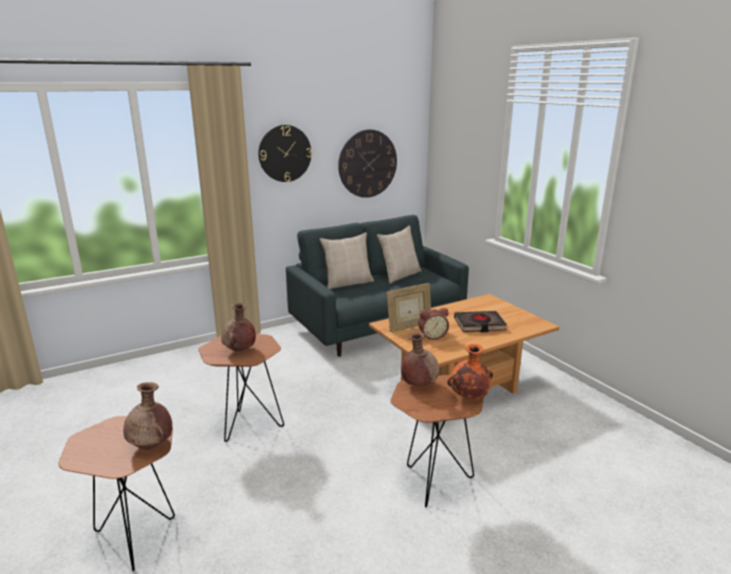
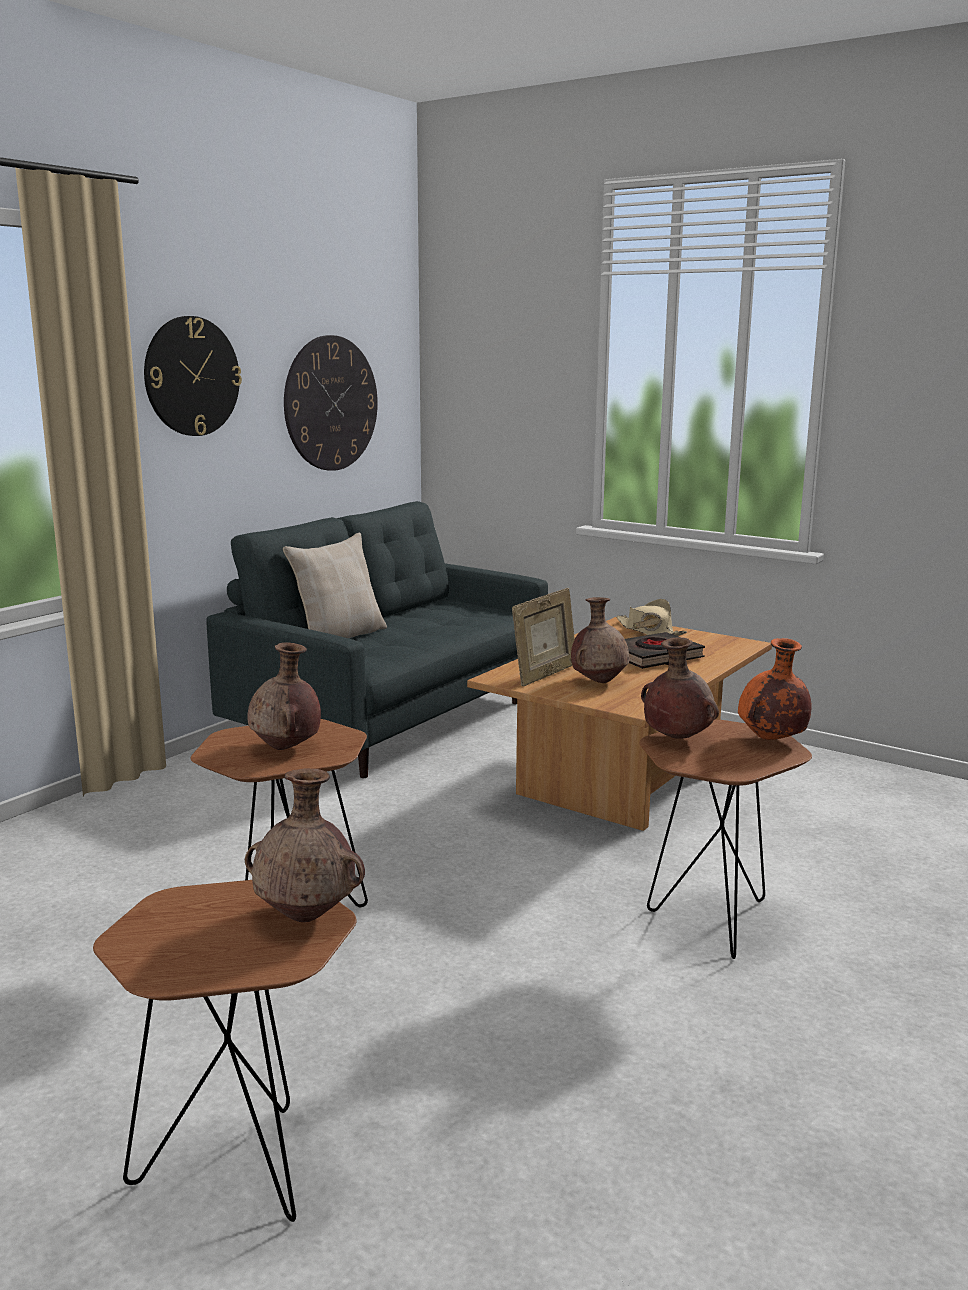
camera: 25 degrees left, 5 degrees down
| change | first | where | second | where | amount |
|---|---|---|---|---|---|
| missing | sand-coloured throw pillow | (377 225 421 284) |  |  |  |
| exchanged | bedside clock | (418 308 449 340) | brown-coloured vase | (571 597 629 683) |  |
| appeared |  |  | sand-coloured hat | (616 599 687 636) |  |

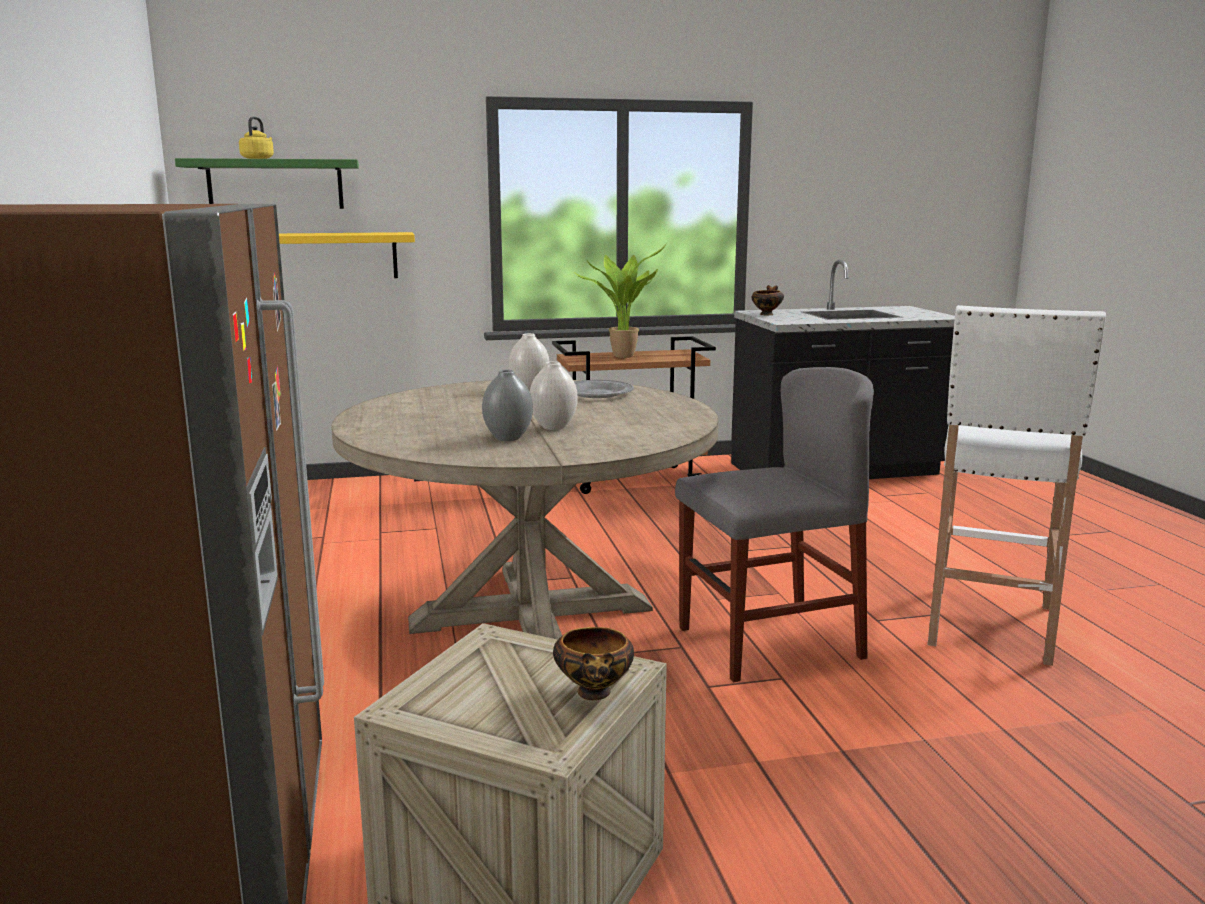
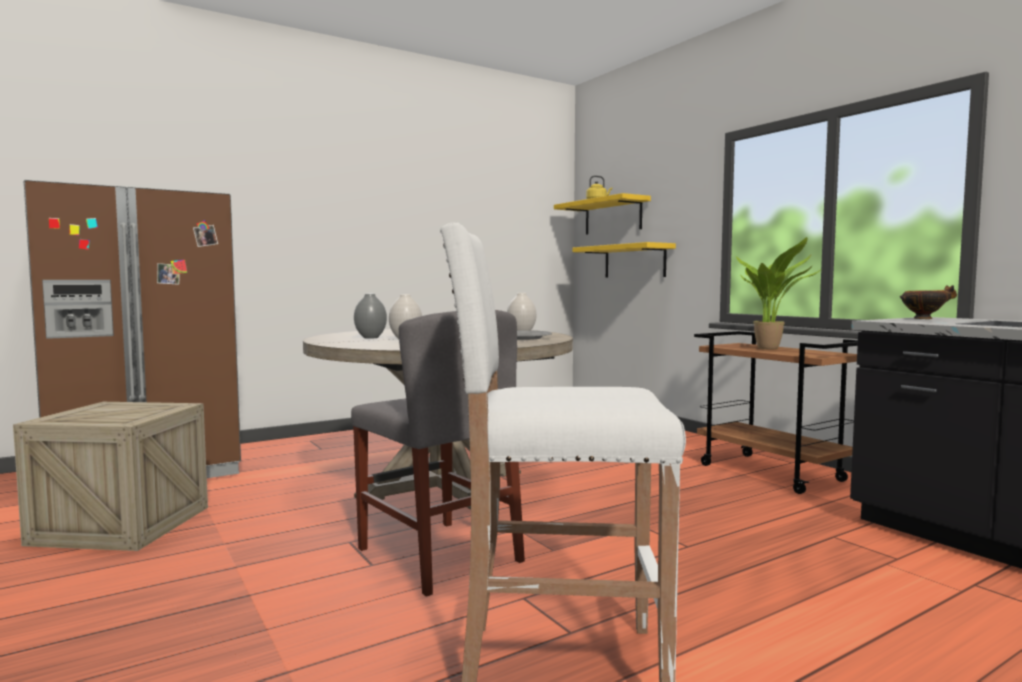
camera: 70 degrees right, 10 degrees down
| change | first | where | second | where | amount |
|---|---|---|---|---|---|
| colour | green-coloured shelf | (175 158 359 209) | yellow-coloured shelf | (554 193 651 235) |  |
| missing | serving bowl | (553 627 634 700) |  |  |  |

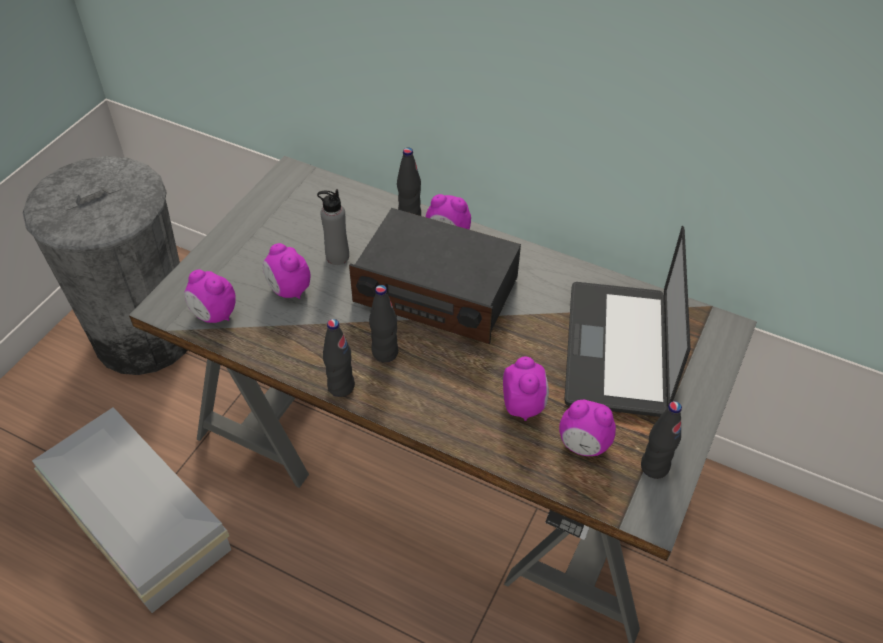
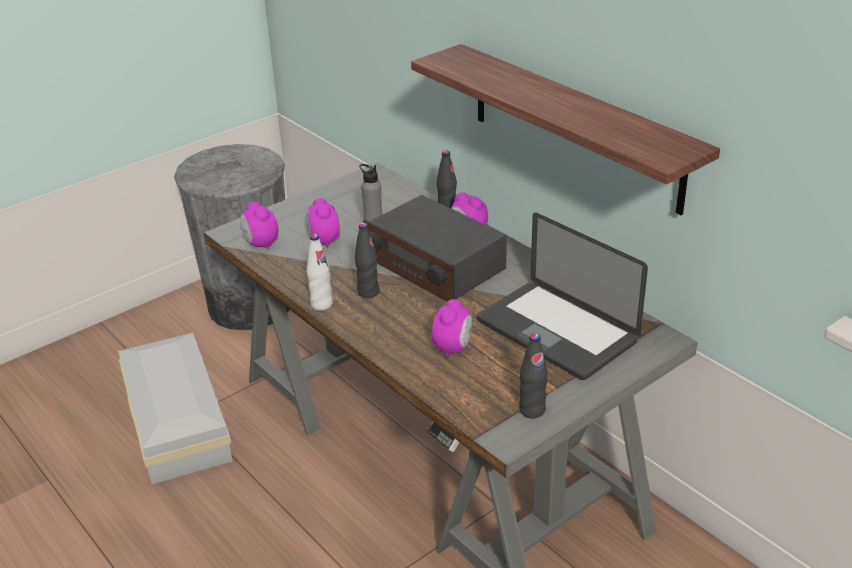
camera: 25 degrees right, 15 degrees down
| change | first | where | second | where | amount |
|---|---|---|---|---|---|
| colour | blackish beverage bottle | (323 319 355 397) | whitish beverage bottle | (307 234 333 310) |  |
| missing | bedside clock | (559 400 616 456) |  |  |  |
| spun | laptop | (564 226 691 417) |  | (477 213 648 380) | 75 degrees counterclockwise |
| appeared |  |  | shelf | (411 44 720 215) |  |

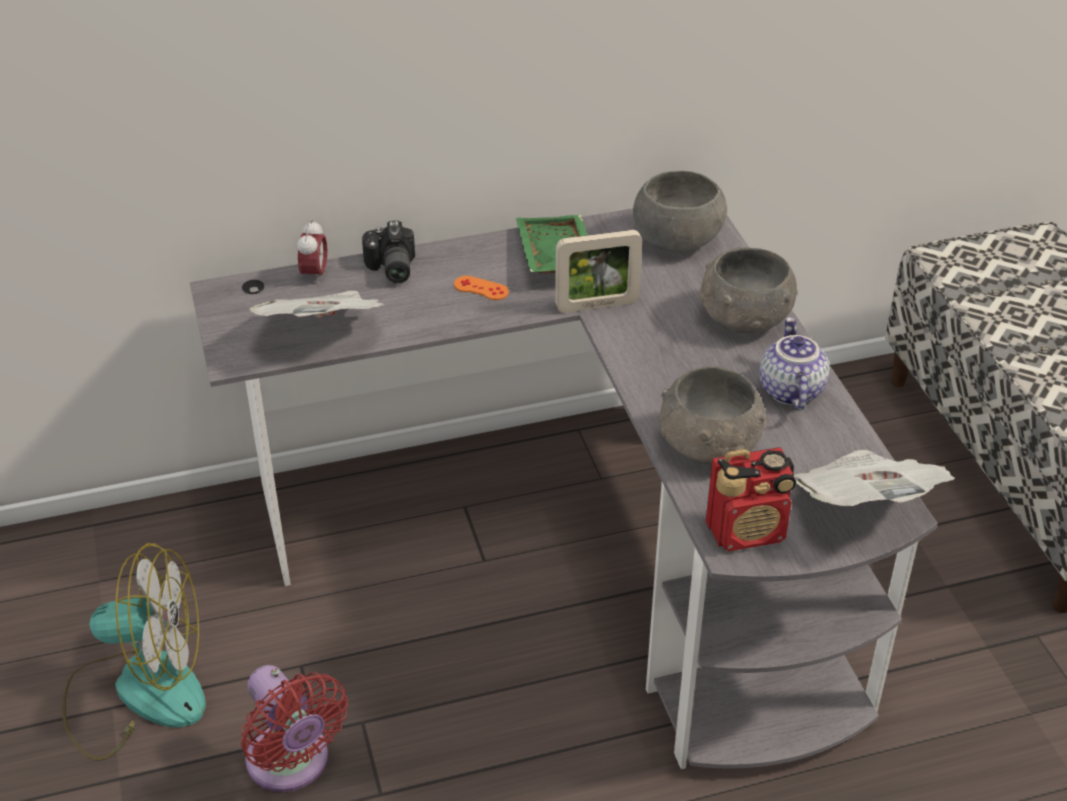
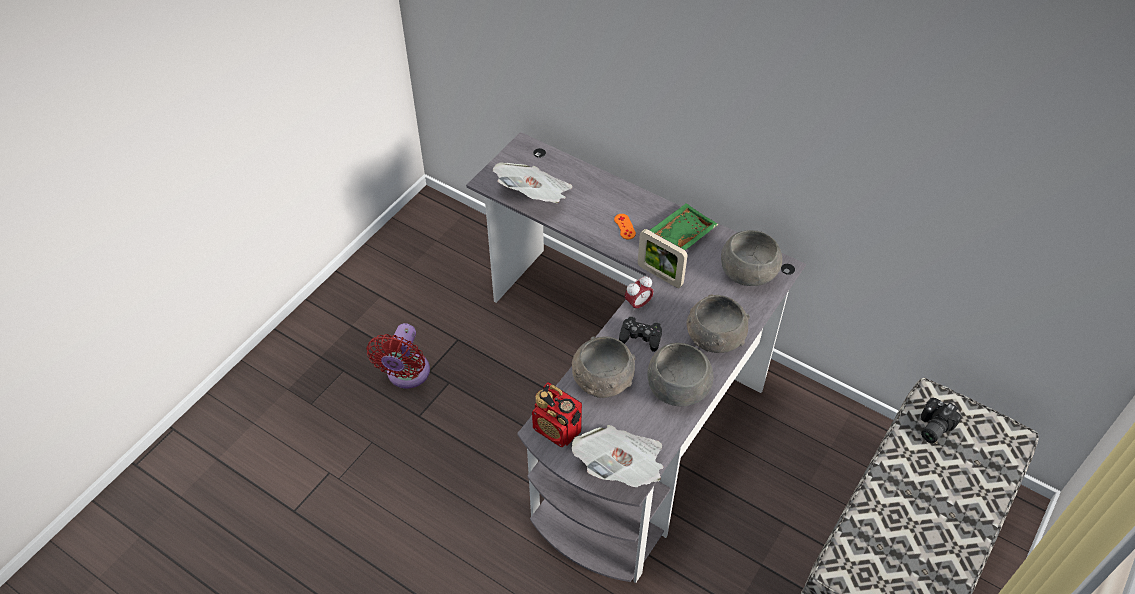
camera: 50 degrees right, 10 degrees up
| change | first | where | second | where | amount |
|---|---|---|---|---|---|
| missing | fan | (62 543 206 761) |  |  |  |
| relocated | bedside clock | (297 219 327 284) |  | (625 276 654 312) |  |
| relocated | photo camera | (362 221 415 284) |  | (921 398 962 443) |  |
| exchanged | pot for tea | (759 317 829 410) | greyish serving bowl | (647 343 714 406) |  |
| appeared |  |  | blackish joypad | (619 316 662 352) |  |

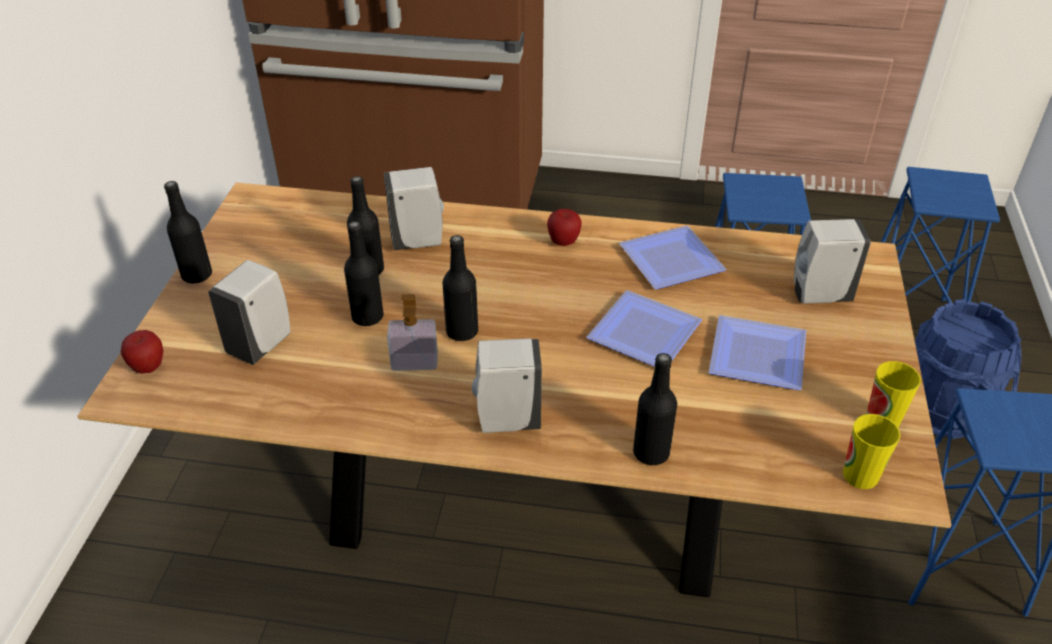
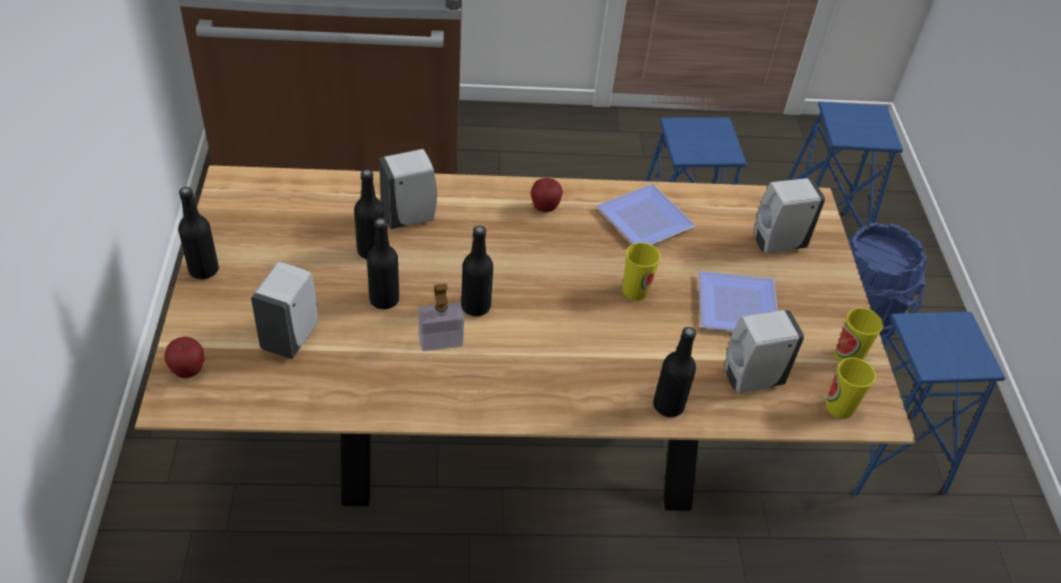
camera: 15 degrees left, 5 degrees up
| change | first | where | second | where | amount |
|---|---|---|---|---|---|
| relocated | whitish soap dispenser | (471 338 542 433) |  | (725 310 804 393) |  |
| exchanged | dinner plate | (587 290 702 367) | cup | (622 243 661 301) |  |

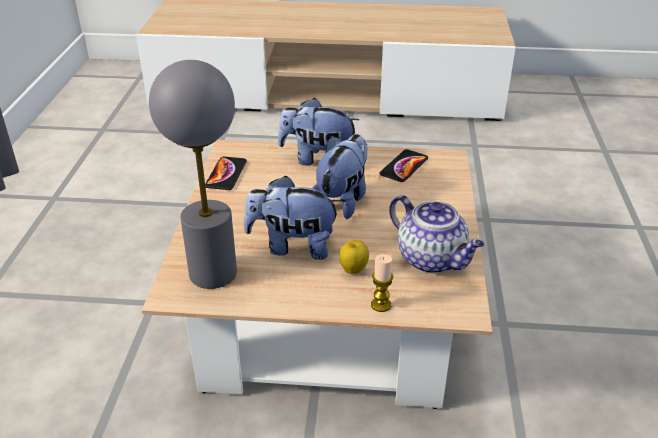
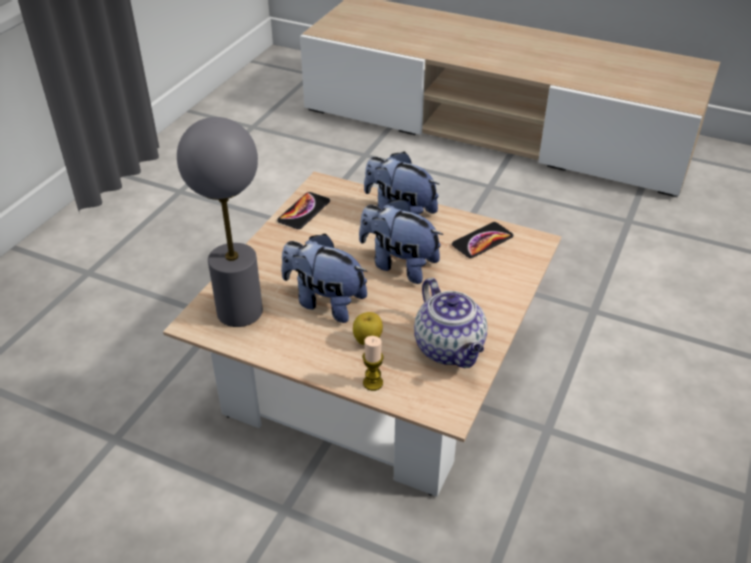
camera: 20 degrees right, 5 degrees up
| change | first | where | second | where | amount |
|---|---|---|---|---|---|
| spun | cuddly toy | (312 134 367 219) |  | (359 199 443 284) | 105 degrees counterclockwise |

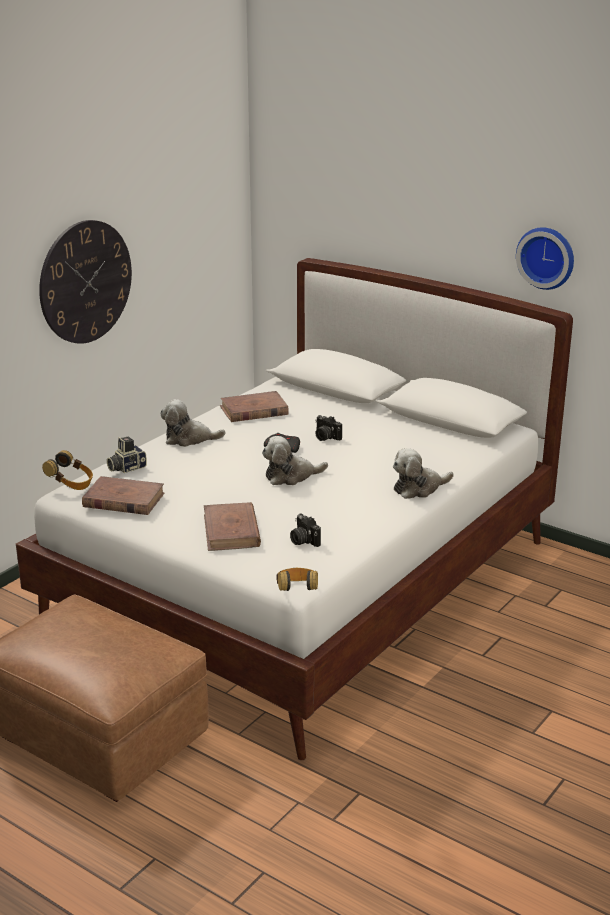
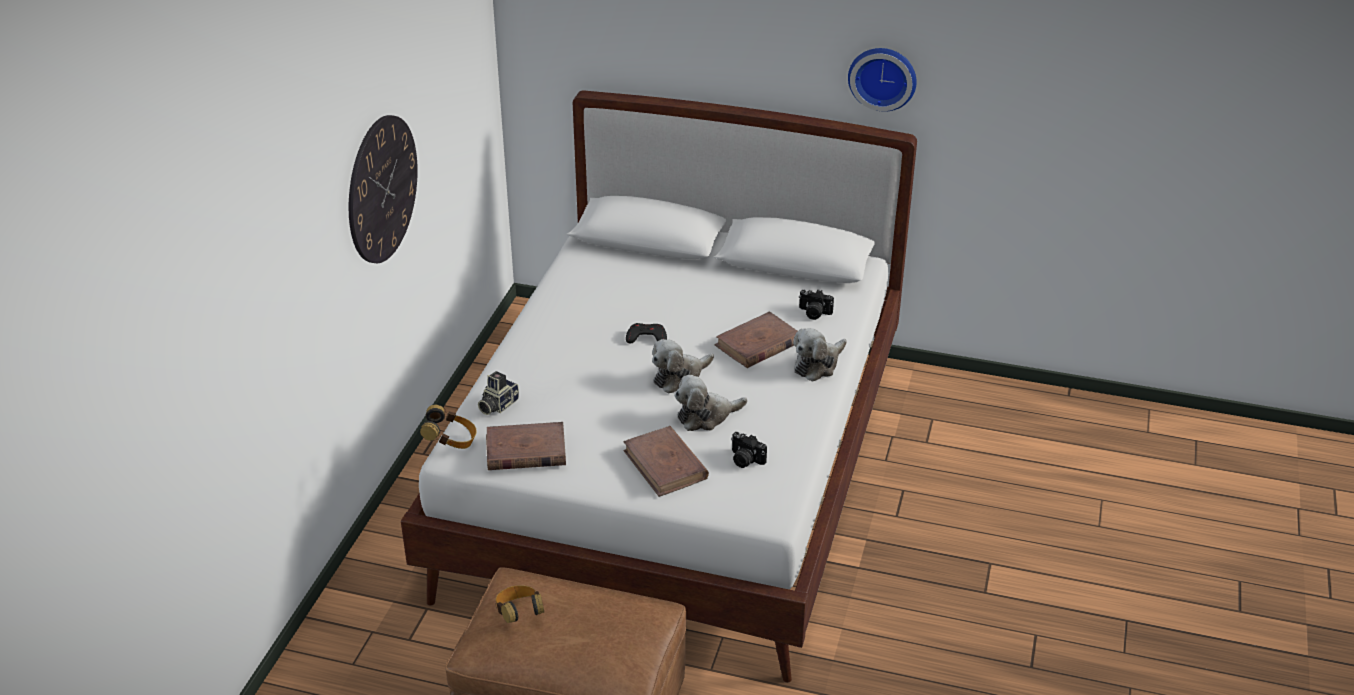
camera: 20 degrees left, 10 degrees up
| change | first | where | second | where | amount |
|---|---|---|---|---|---|
| relocated | cuddly toy | (161 399 226 447) |  | (675 375 747 431) |  |
| relocated | brown-coloured volume | (220 391 289 422) |  | (714 311 797 368) |  |
| relocated | headphones | (276 568 318 591) |  | (495 585 544 623) |  |
| relocated | photo camera | (315 415 342 441) |  | (799 290 834 320) |  |

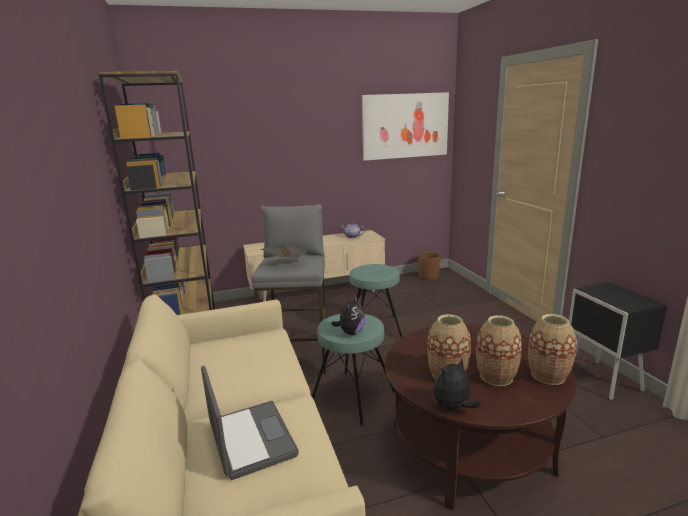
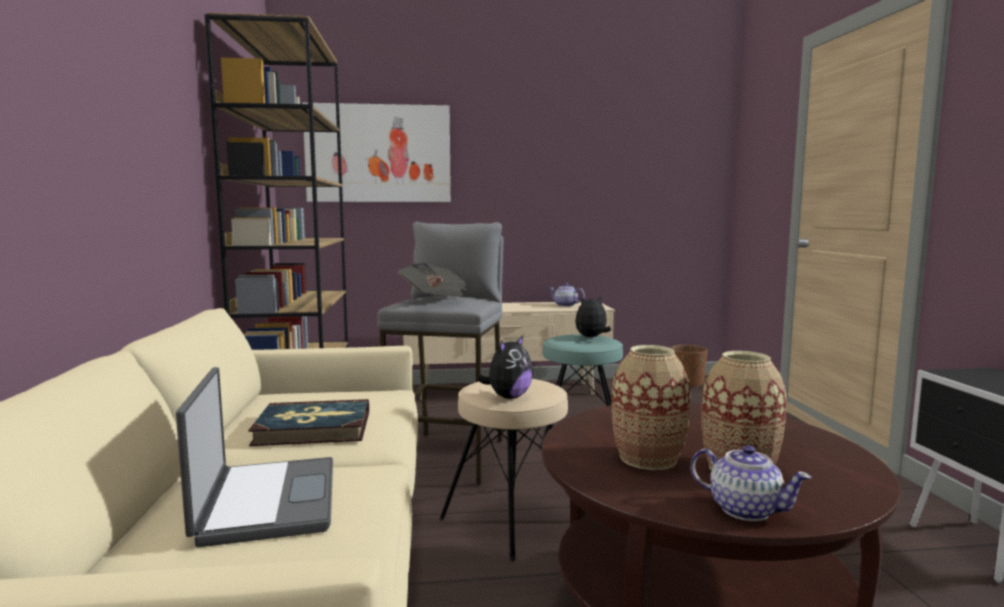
camera: 10 degrees right, 10 degrees down
| change | first | where | second | where | amount |
|---|---|---|---|---|---|
| colour | turquoise-coloured stool seat | (312 314 395 426) | sand-coloured stool seat | (439 379 568 561) |  |
| relocated | picture | (362 92 449 161) |  | (302 103 451 202) |  |
| relocated | cuddly toy | (433 358 480 410) |  | (575 296 611 337) |  |
| missing | vase | (528 314 577 385) |  |  |  |
| appeared |  |  | volume | (248 399 369 446) |  |
| appeared |  |  | pot for tea | (691 445 812 521) |  |

